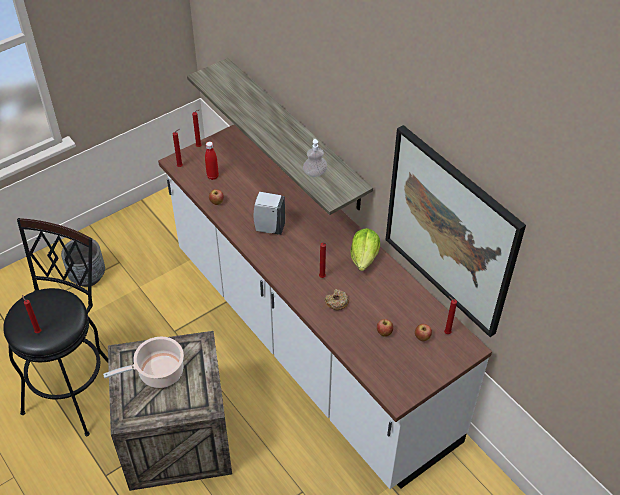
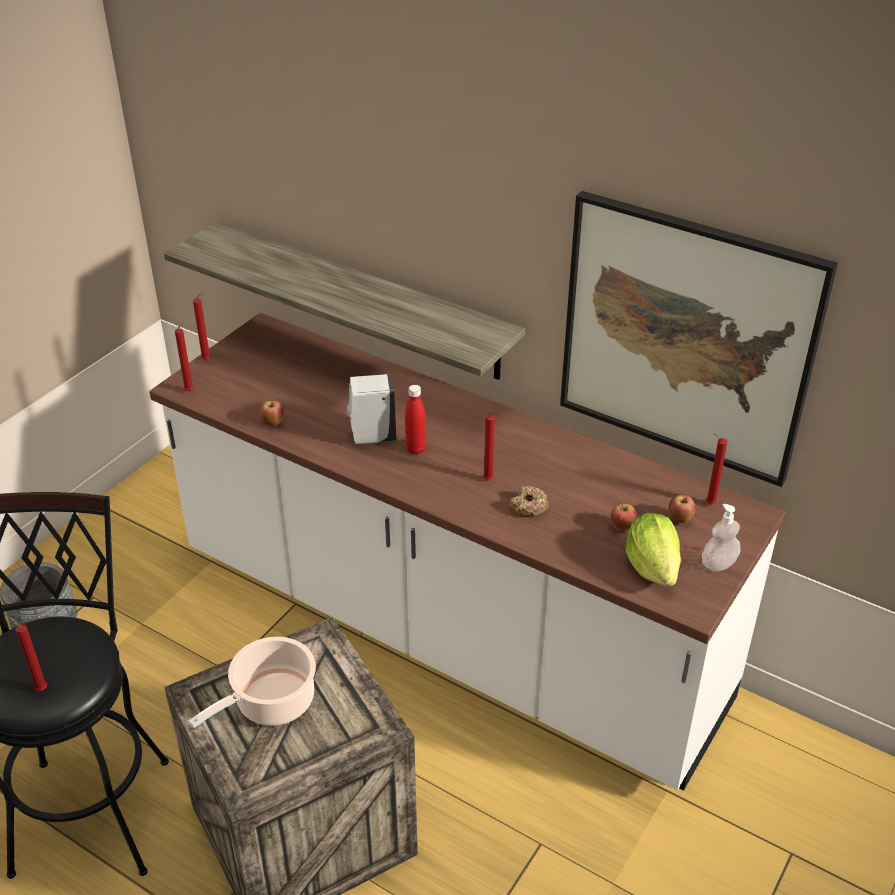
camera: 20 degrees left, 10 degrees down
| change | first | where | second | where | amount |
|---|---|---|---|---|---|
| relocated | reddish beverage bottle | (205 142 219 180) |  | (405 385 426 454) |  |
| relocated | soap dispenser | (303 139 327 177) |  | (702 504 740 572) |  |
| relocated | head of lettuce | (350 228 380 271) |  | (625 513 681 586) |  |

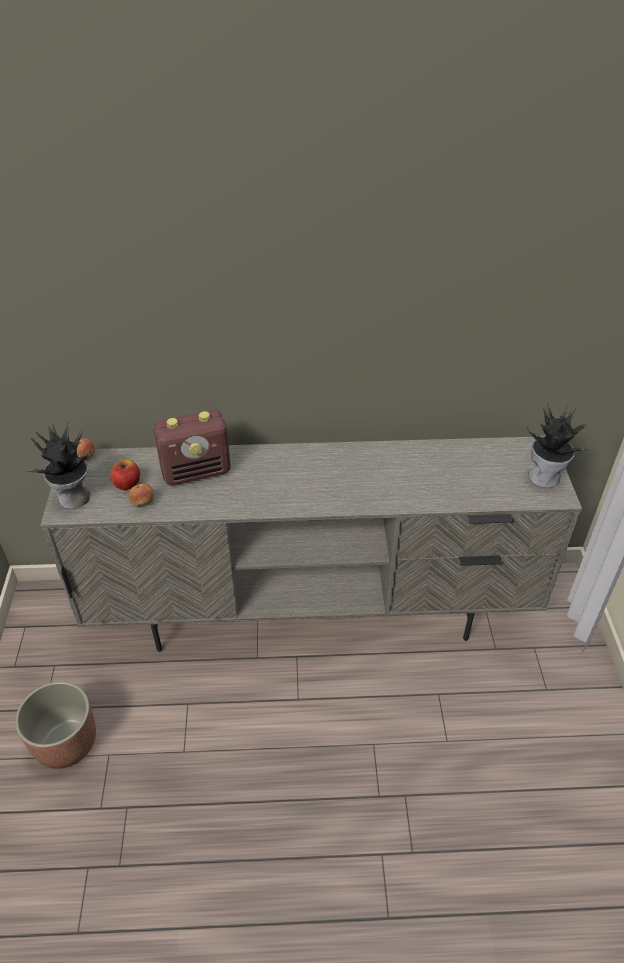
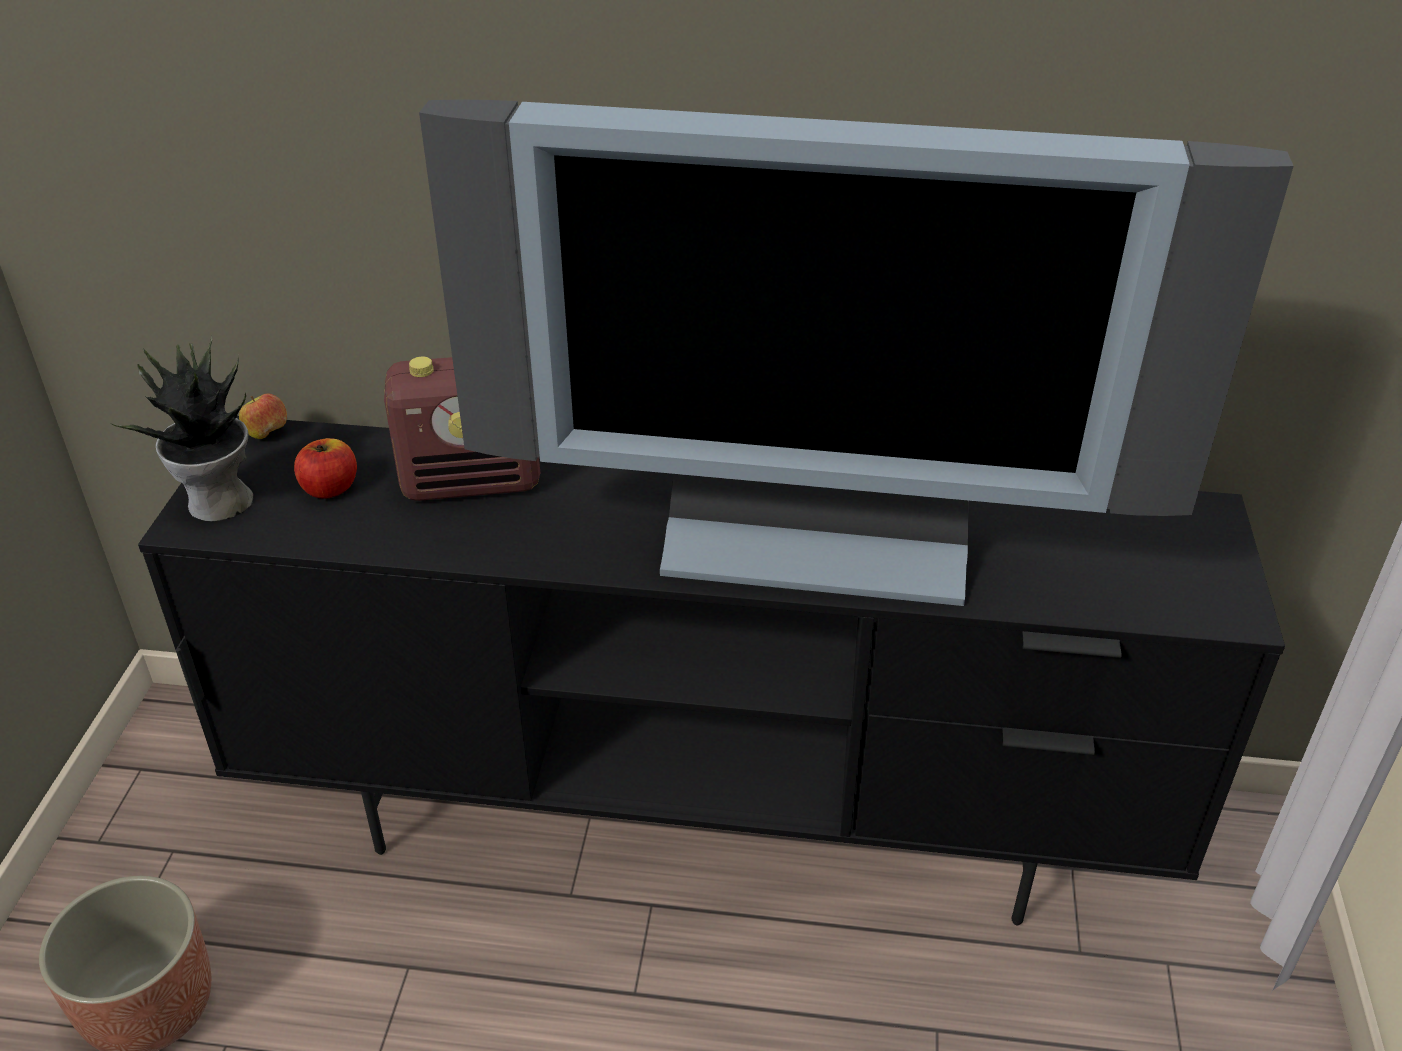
camera: 10 degrees right, 5 degrees down
| change | first | where | second | where | amount |
|---|---|---|---|---|---|
| colour | sand-coloured media console | (40 437 582 652) | blackish media console | (138 416 1285 925) |  |
| missing | apple | (129 484 154 506) |  |  |  |
| missing | potted plant | (527 403 590 488) |  |  |  |
| appeared |  |  | television | (419 99 1294 606) |  |

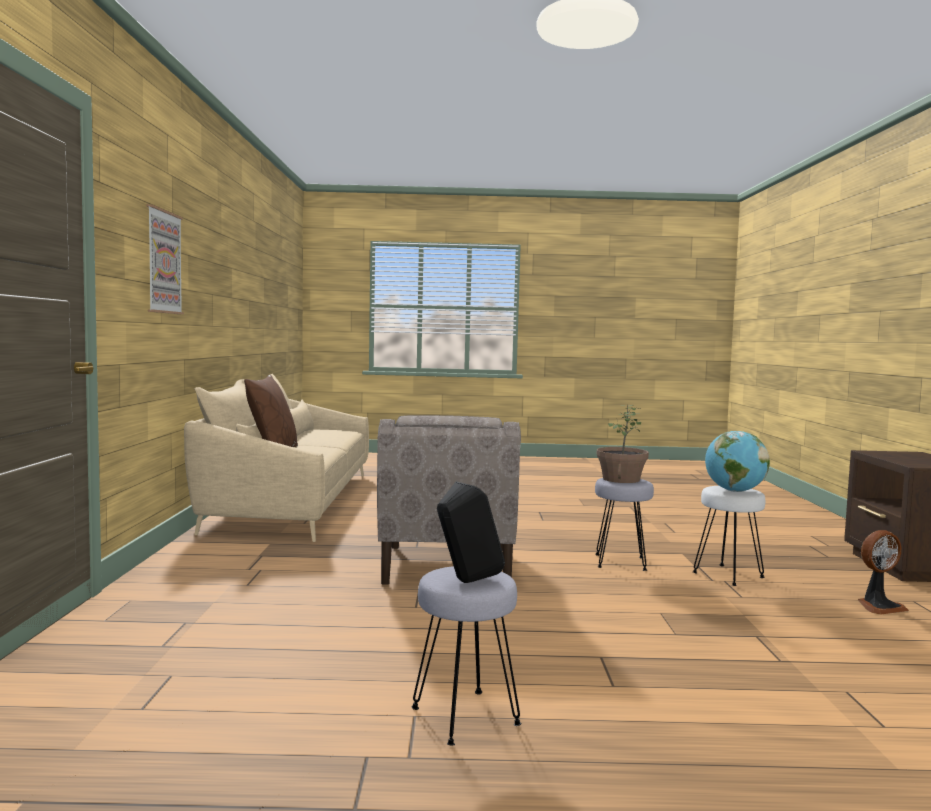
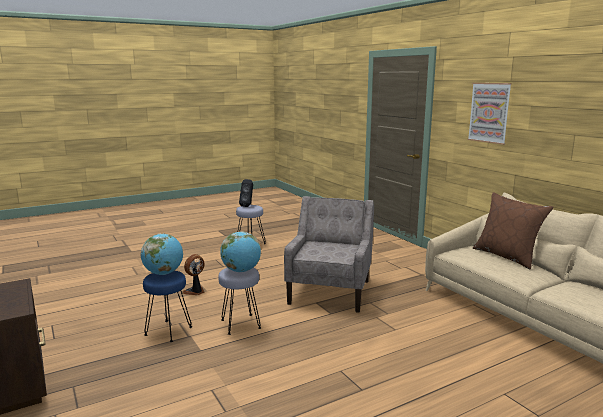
camera: 150 degrees right, 10 degrees up
| change | first | where | second | where | amount |
|---|---|---|---|---|---|
| spun | sand-coloured easy chair | (377 415 521 585) |  | (284 196 374 313) | 45 degrees clockwise |
| exchanged | potted plant | (597 405 649 483) | desk globe | (220 231 261 272) |  |
| colour | whitish stool seat | (693 486 765 586) | bluish stool seat | (143 271 192 342) |  |
| relocated | fan | (858 530 909 615) |  | (182 254 205 295) |  |

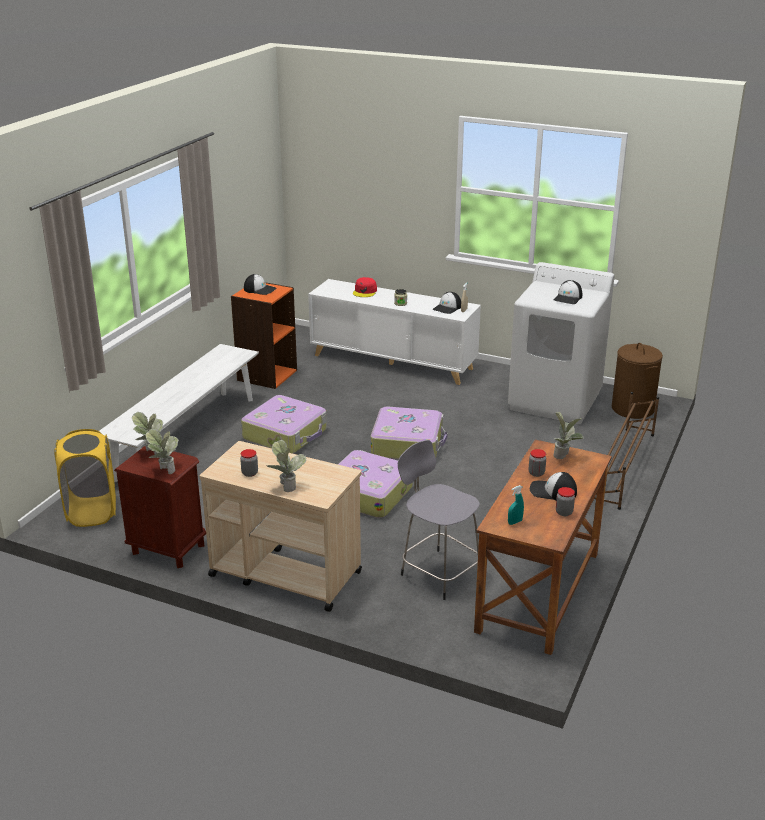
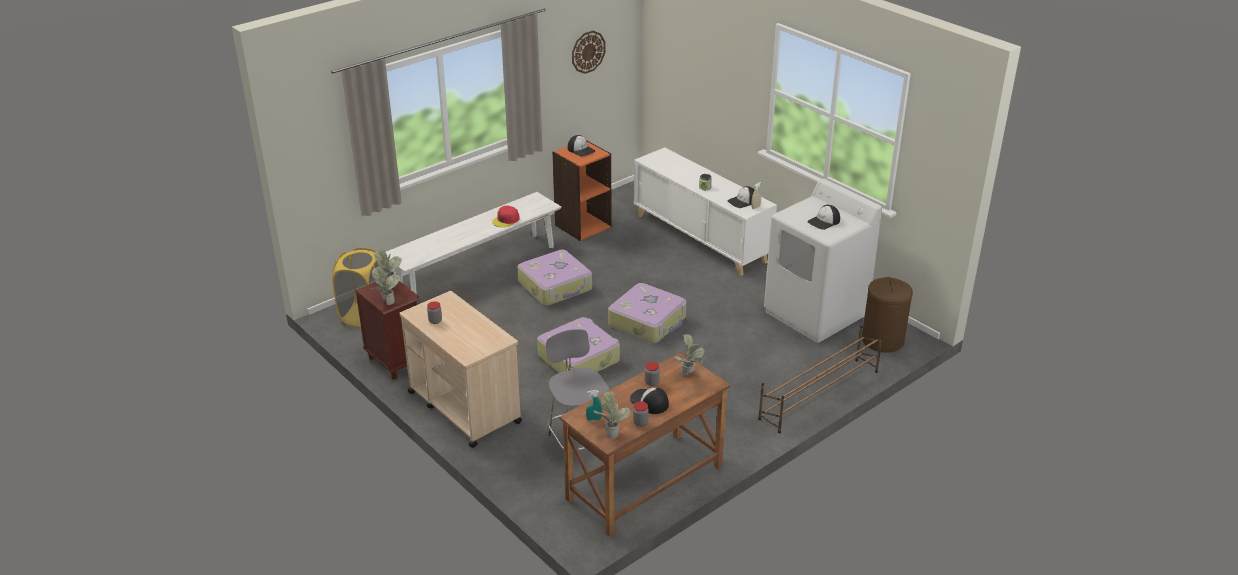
camera: 25 degrees right, 5 degrees up
| change | first | where | second | where | amount |
|---|---|---|---|---|---|
| relocated | potted plant | (266 440 306 492) |  | (594 391 631 439) |  |
| relocated | reddish cap | (353 277 377 297) |  | (492 206 520 227) |  |
| appeared |  |  | clock on the wall | (572 31 605 74) |  |

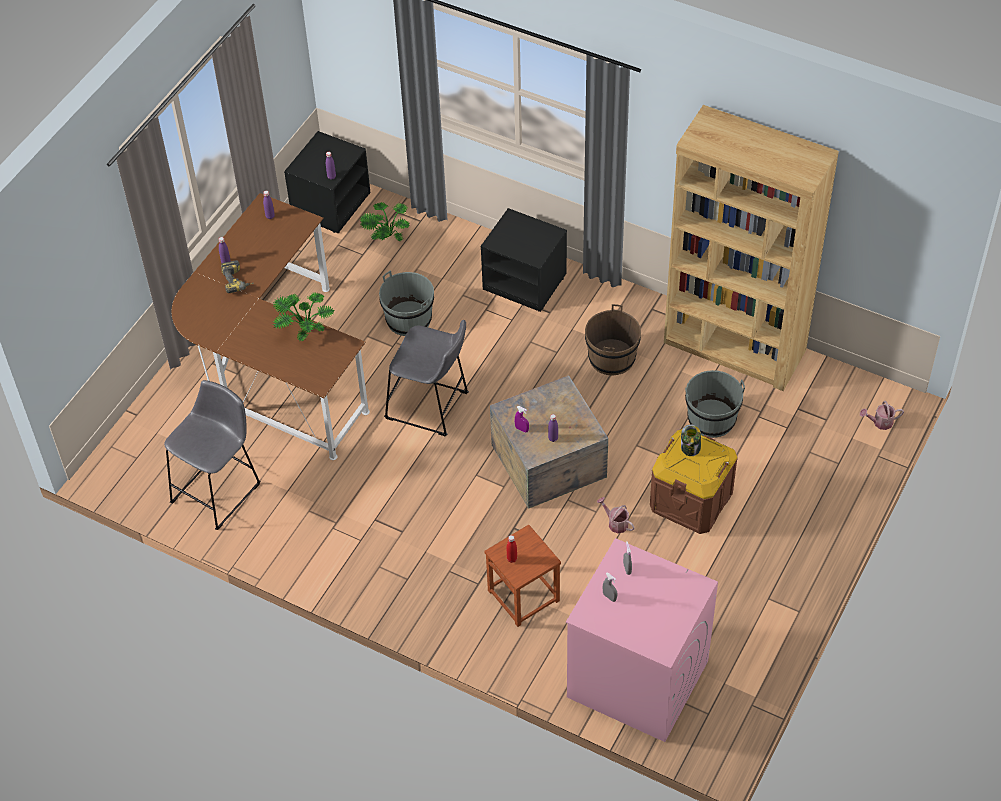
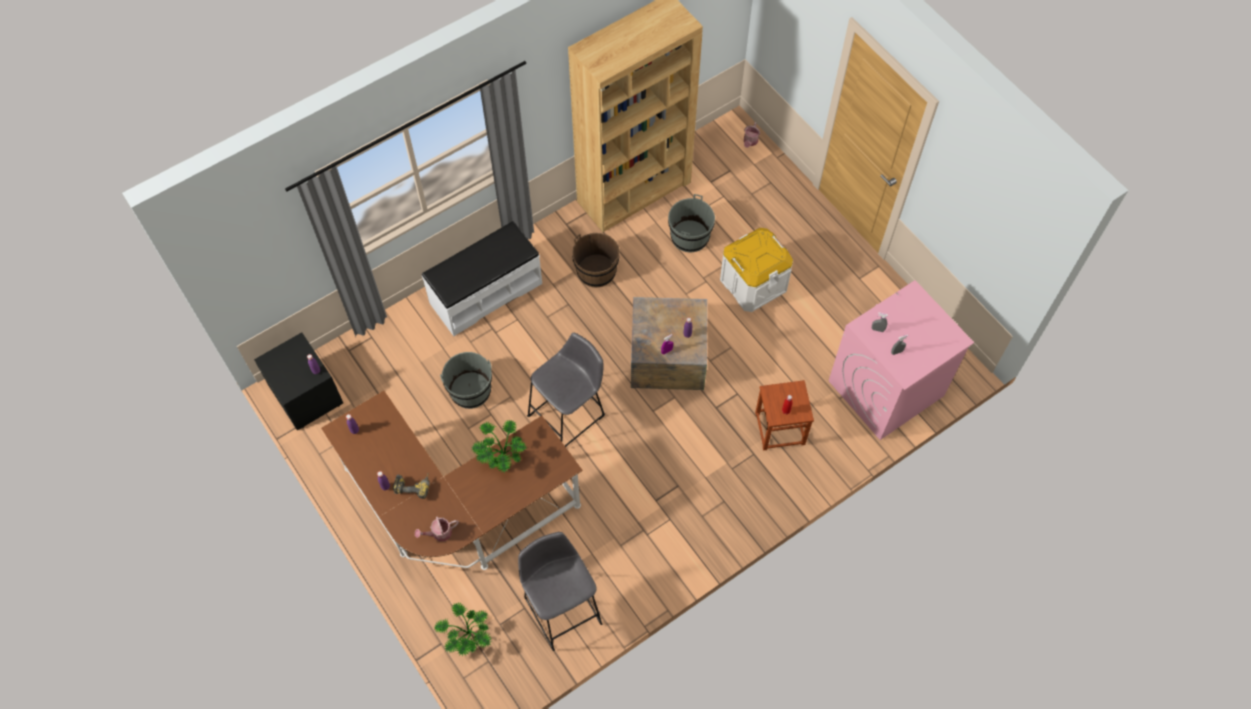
camera: 65 degrees left, 10 degrees up
| change | first | where | second | where | amount |
|---|---|---|---|---|---|
| relocated | potted plant | (360 202 410 241) |  | (435 602 492 656) |  |
| exchanged | blackish nightstand | (481 208 567 312) | whitish indoor bench | (422 221 542 336) |  |
| relocated | sprinkling can | (597 497 635 533) |  | (415 516 459 541) |  |
| colour | brown-coloured storage container | (650 429 738 534) | whitish storage container | (720 228 793 312) |  |
| missing | jar | (681 424 701 456) |  |  |  |

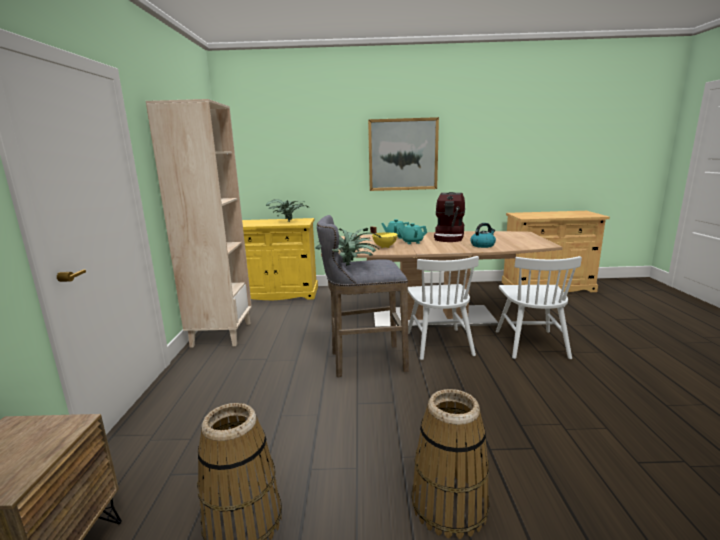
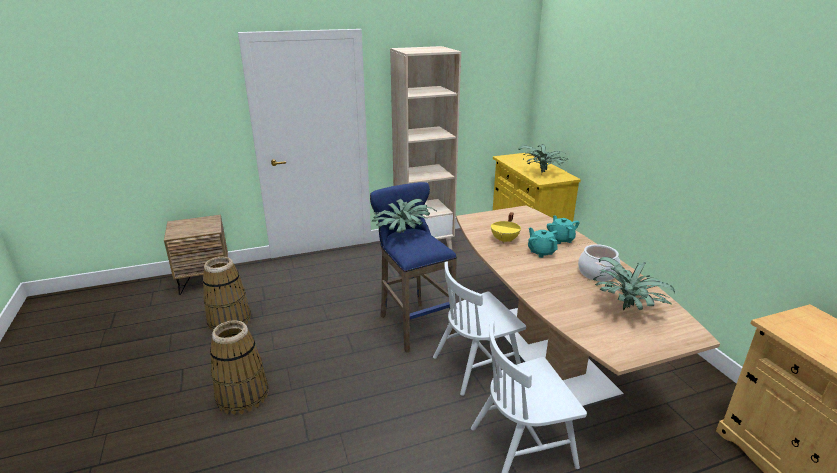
camera: 70 degrees right, 10 degrees up
| change | first | where | second | where | amount |
|---|---|---|---|---|---|
| colour | greyish stool seat | (317 215 409 378) | bluish stool seat | (370 182 457 353) |  |
| missing | picture | (368 117 439 191) |  |  |  |
| exchanged | coffee maker | (434 192 465 242) | saucepot | (578 244 620 281) |  |
| missing | water kettle | (470 223 496 248) |  |  |  |
| appeared |  |  | potted plant | (593 257 675 310) |  |

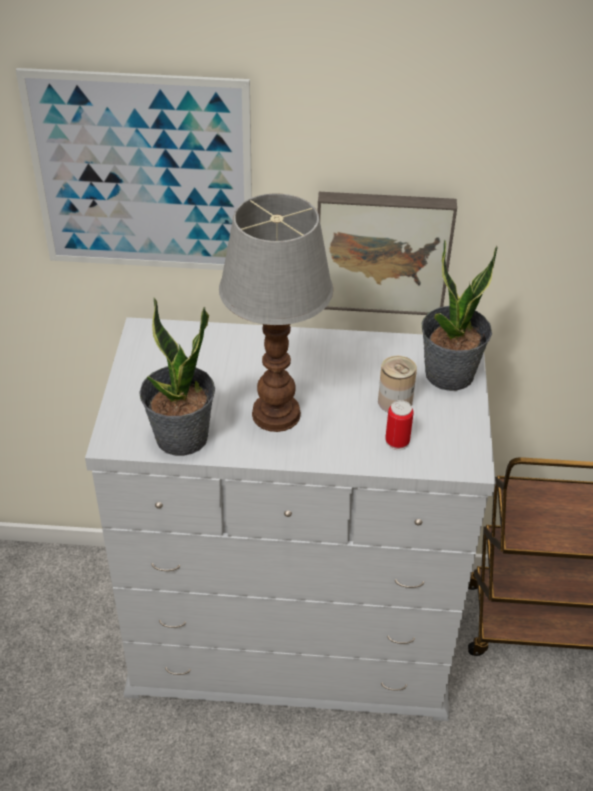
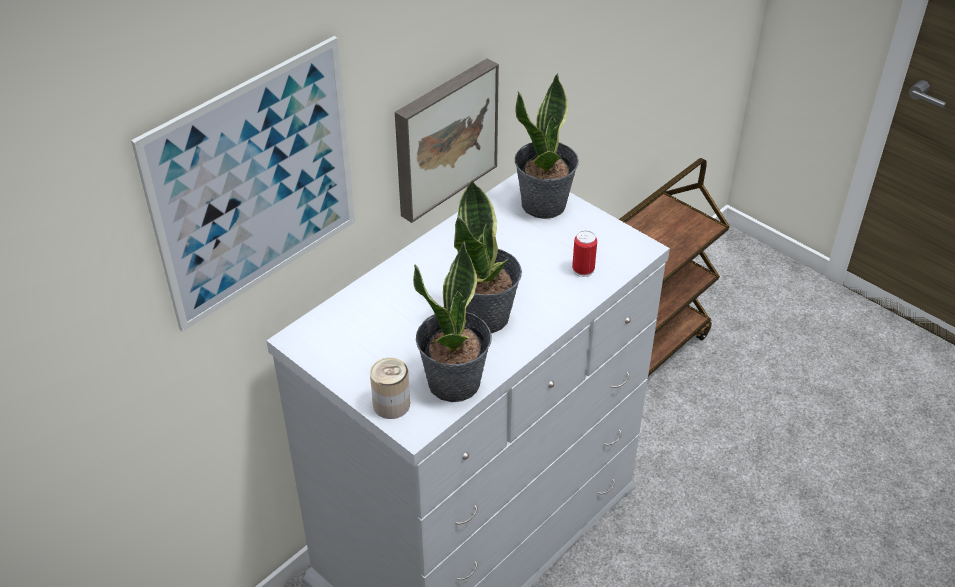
camera: 50 degrees left, 0 degrees up
| change | first | where | second | where | amount |
|---|---|---|---|---|---|
| exchanged | lamp for a table | (219 194 333 432) | potted plant | (450 180 522 333) |  |
| relocated | sealed can | (378 356 417 412) |  | (370 358 410 419) |  |

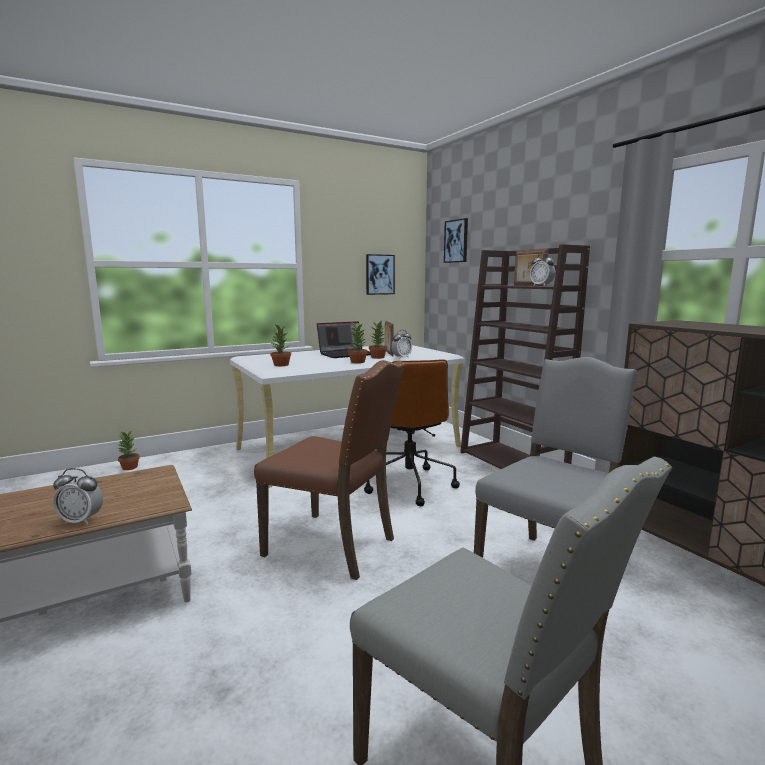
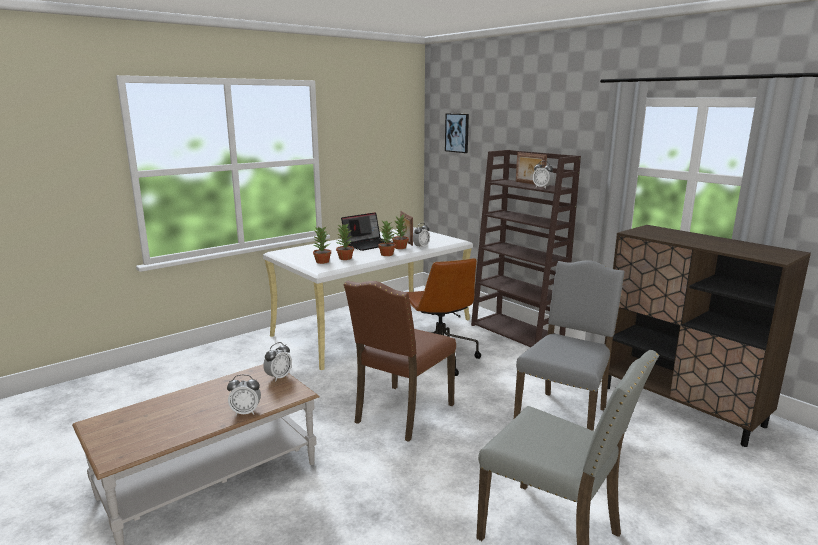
camera: 10 degrees left, 5 degrees up
| change | first | where | second | where | amount |
|---|---|---|---|---|---|
| relocated | potted plant | (118 431 140 470) |  | (336 224 354 260) |  |
| spun | brown-coloured plain chair | (254 360 406 580) |  | (344 281 456 442) | 105 degrees clockwise |
| missing | picture | (366 254 395 295) |  |  |  |
| appeared |  |  | bedside clock | (263 342 292 382) |  |

